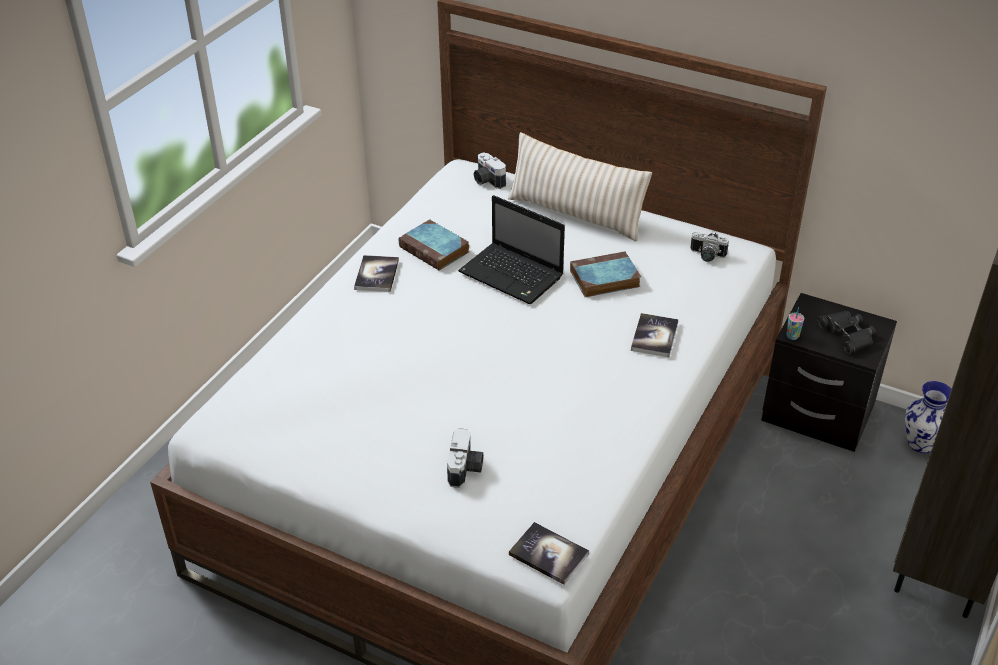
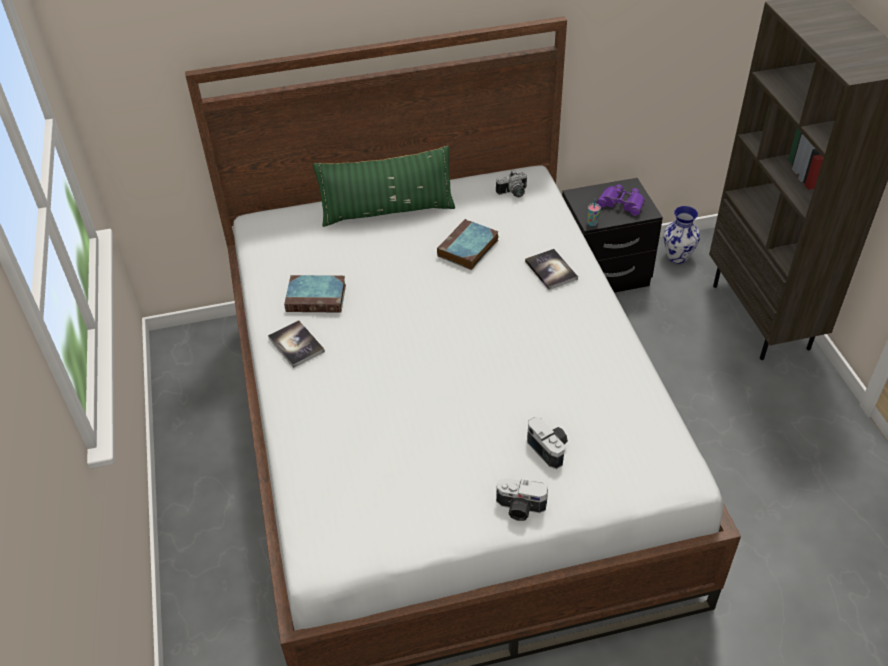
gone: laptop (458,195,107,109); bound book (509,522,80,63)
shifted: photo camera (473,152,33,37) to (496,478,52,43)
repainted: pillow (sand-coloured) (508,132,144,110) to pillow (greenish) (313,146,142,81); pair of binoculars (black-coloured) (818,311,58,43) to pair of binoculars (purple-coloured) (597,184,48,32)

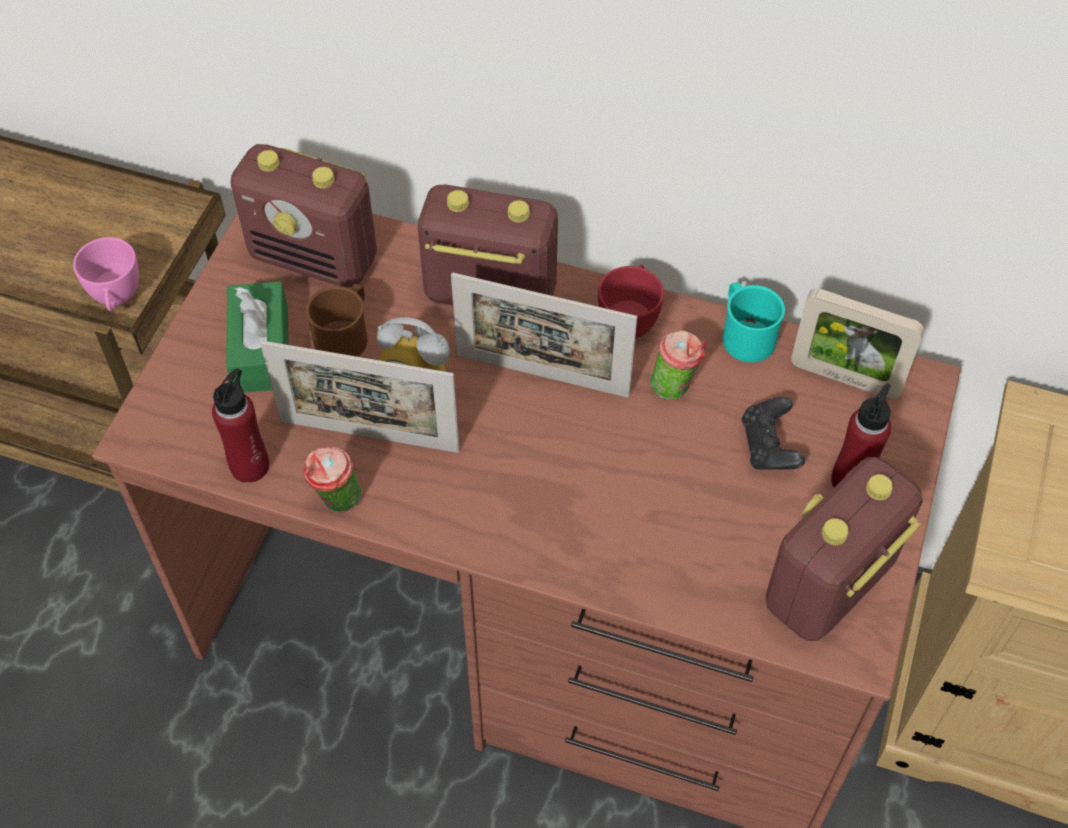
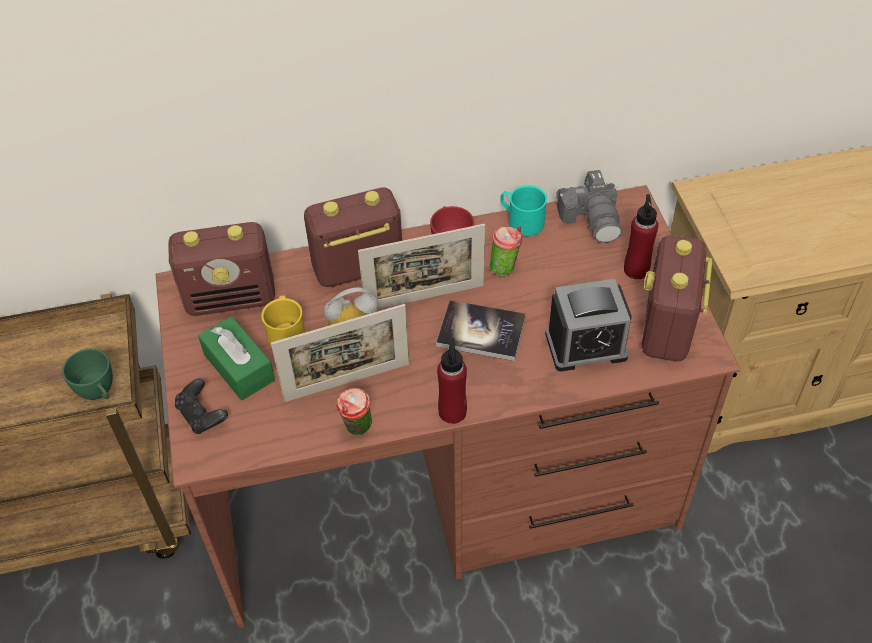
new: alarm clock (545,279,87,92); bound book (436,300,90,61)
shifted: beverage bottle (red-coloured) (212,368,57,115) to (437,338,30,86); joypad (black-coloured) (742,397,63,73) to (175,378,53,56)
swapped: standing frame (791,289,133,110) to photo camera (556,170,66,73)
repainted: small cup (pinkish) (73,237,66,75) to small cup (greenish) (62,349,51,51); tea mug (brown) (306,284,61,73) to tea mug (yellow-coloured) (261,295,44,53)

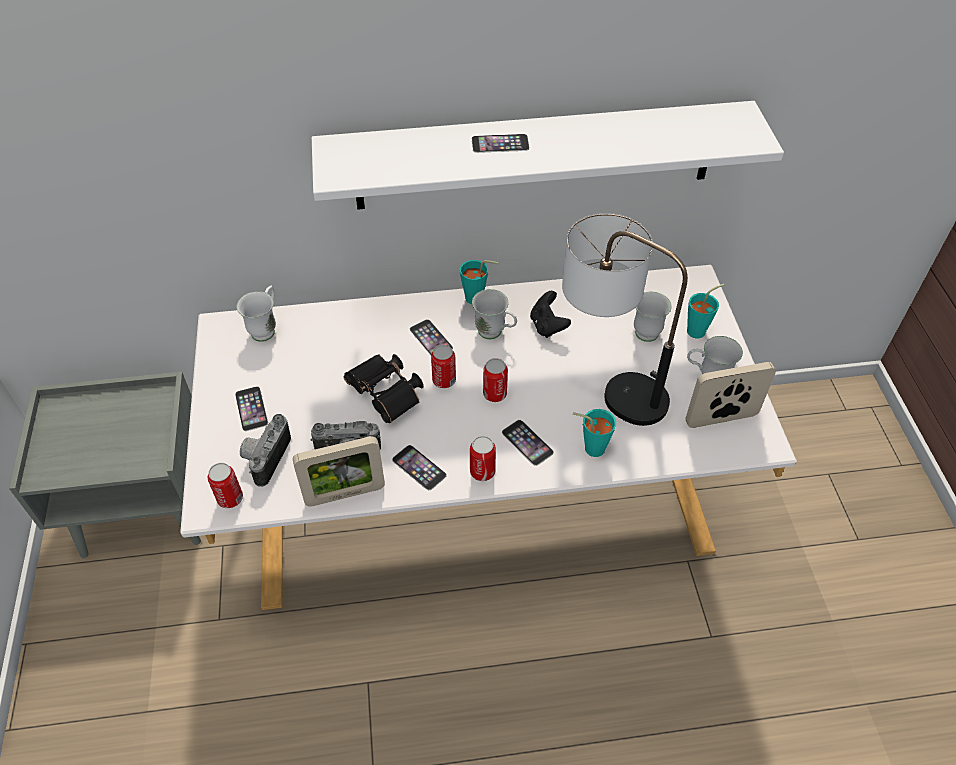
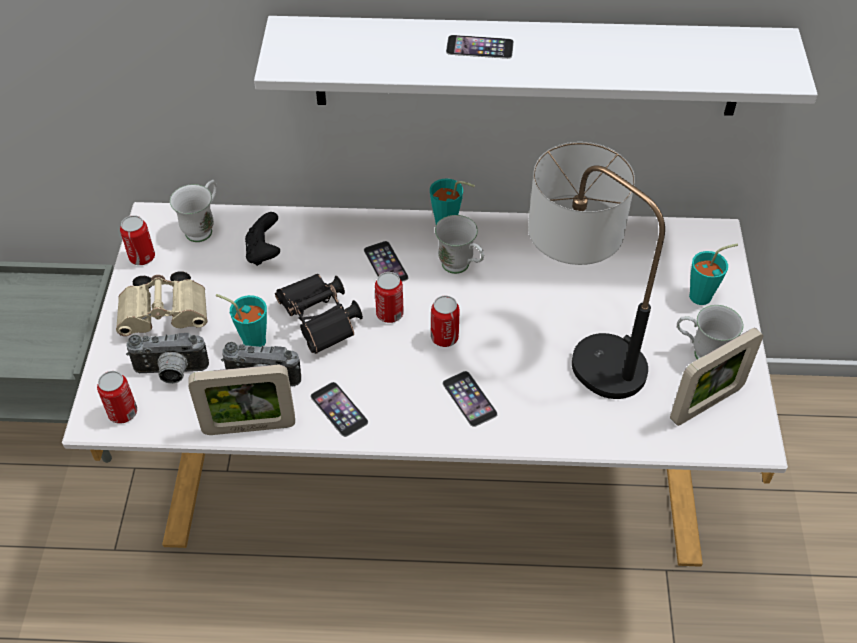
gone: tea mug (white-coloured) (634,292,38,50)
shifted: joypad (black-coloured) (530,291,41,47) to (245,212,35,54); small cup (turquoise-coloured) (573,409,43,48) to (216,294,51,53); metal can (470,436,26,45) to (120,215,35,50)
swapped: telephone (235,386,33,45) to pair of binoculars (sand-coloured) (116,271,92,65)
rotated: standing frame (685,362,91,66) = (670,328,93,98) 150 degrees clockwise; photo camera (240,414,51,73) = (126,333,83,51) 120 degrees counterclockwise

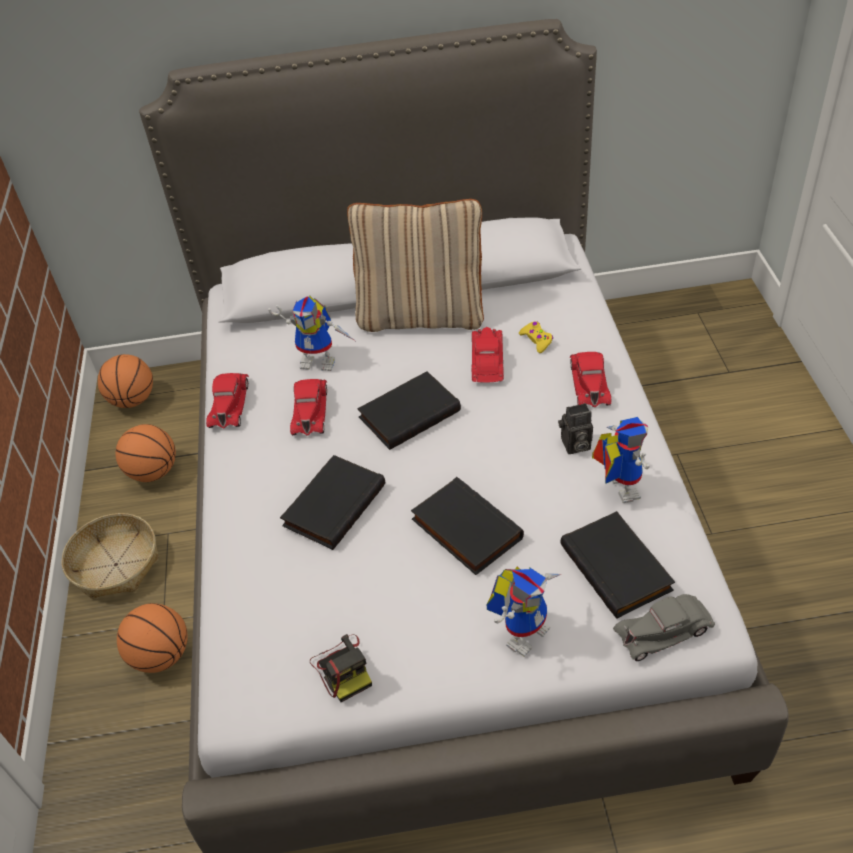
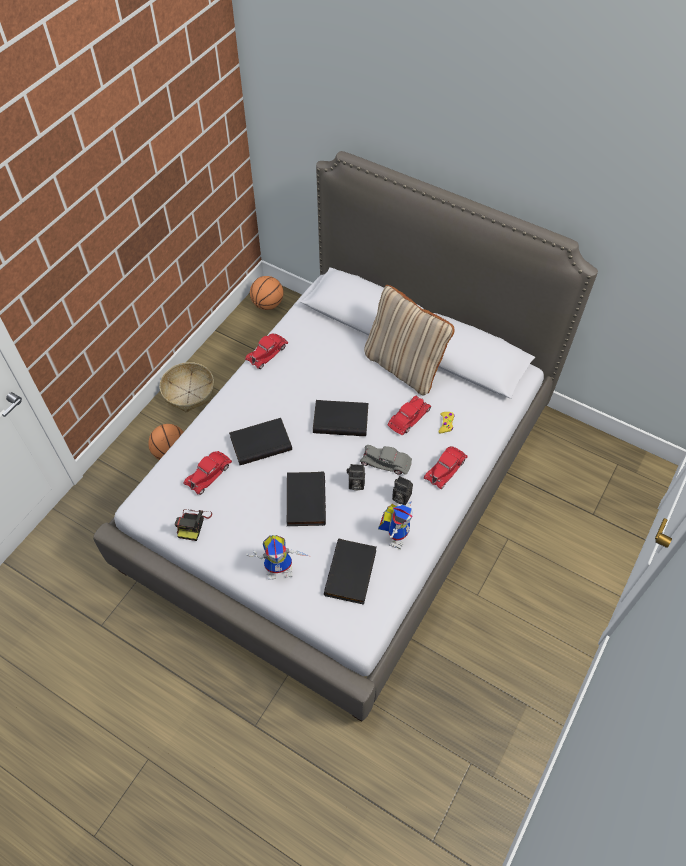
gone: robot figure (268,296,87,75); basketball ball (115,424,61,58)
new: photo camera (347,464,18,27)
shifted: miniature car (red-coloured) (290,379,37,57) to (183,451,49,44); miniature car (greyish) (613,594,102,67) to (360,445,52,30)

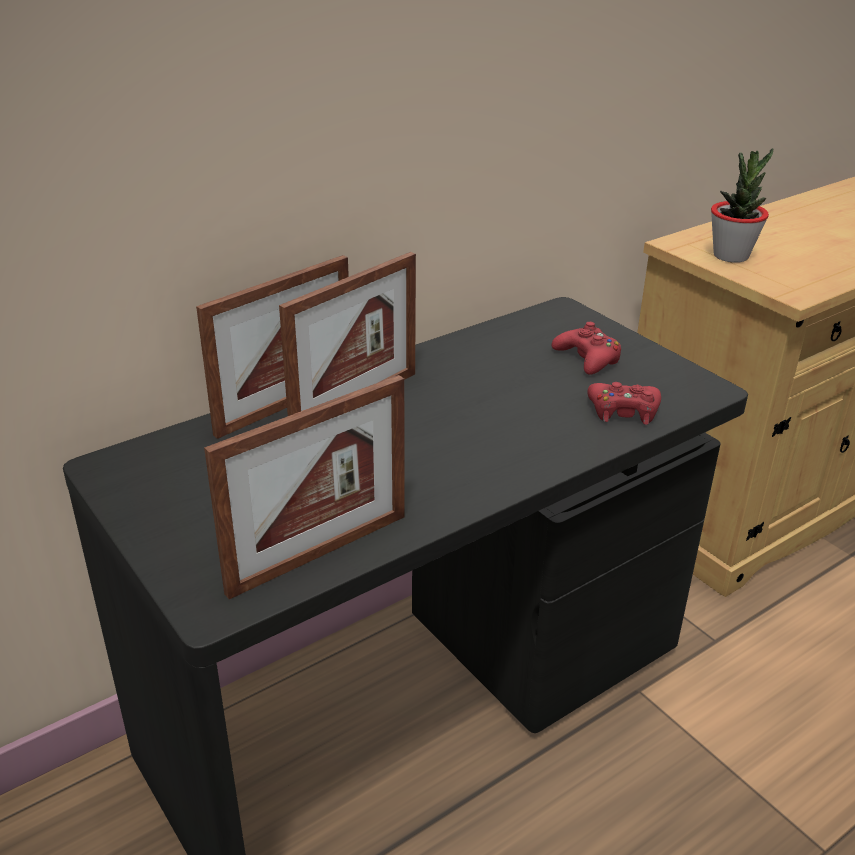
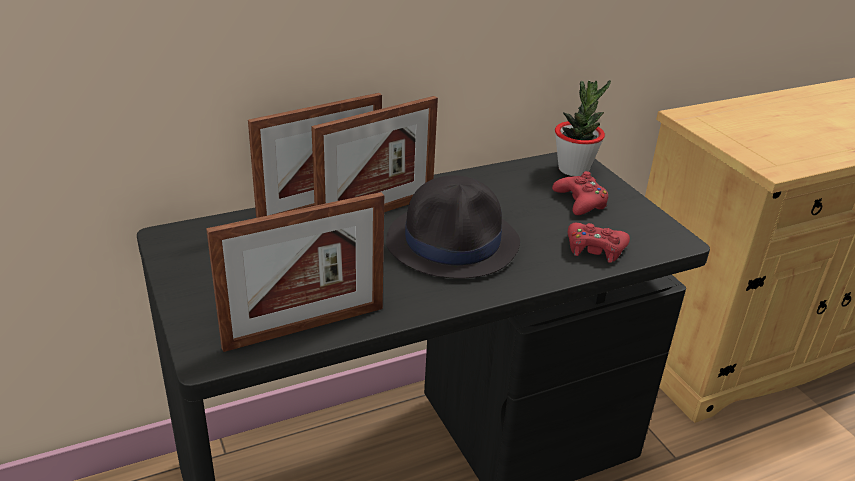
new: wearable hat (black-coloured) (386,175,134,104)
shifted: houseplant (711,148,62,115) to (555,80,56,96)

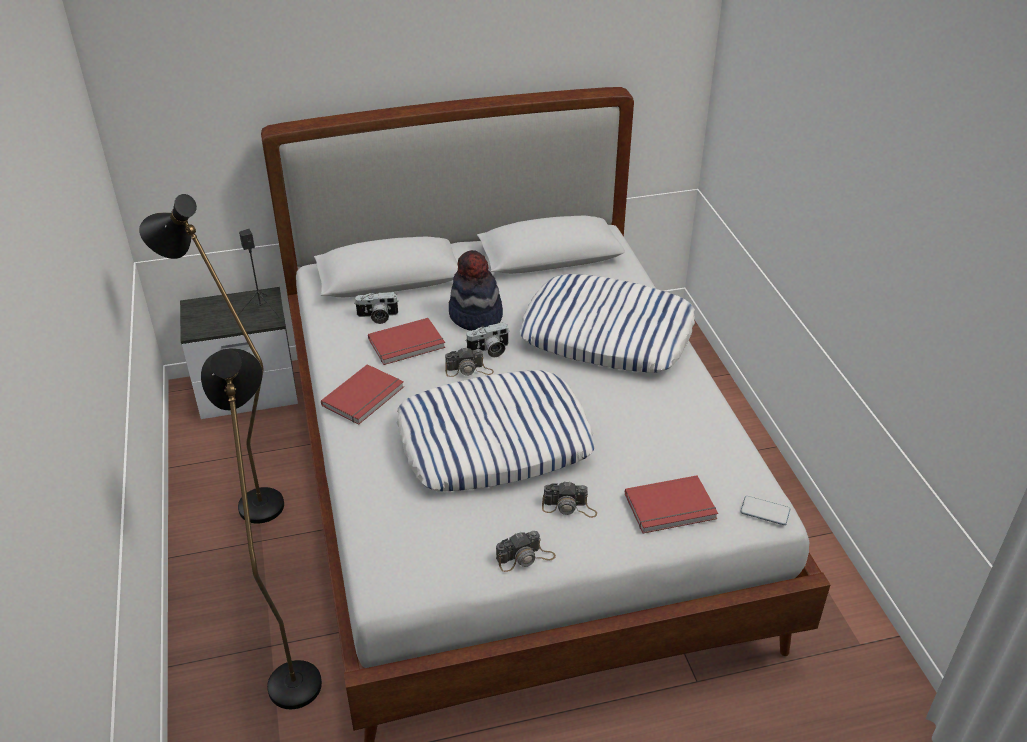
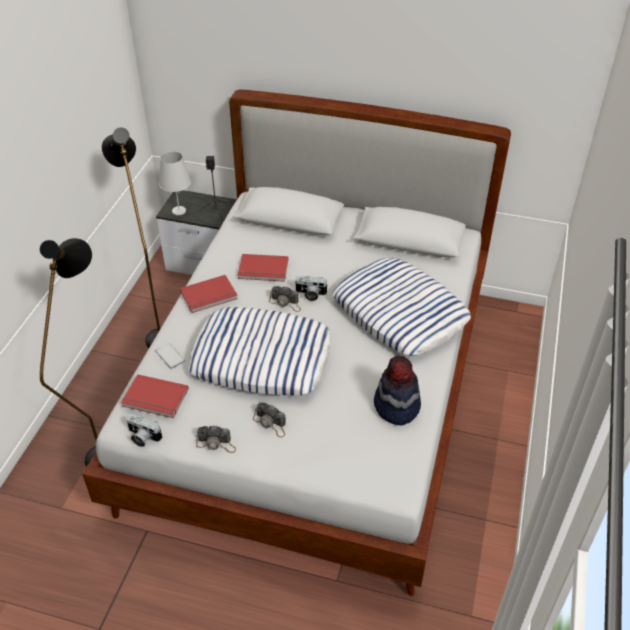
new: lamp for a table (white-coloured) (159,151,32,64)
shifted: wearable hat (449,250,54,81) to (374,356,47,70); photo camera (355,292,44,32) to (126,414,36,33); bound book (red-coloured) (625,475,93,58) to (121,374,68,44); telephone (740,496,50,29) to (156,344,29,25)

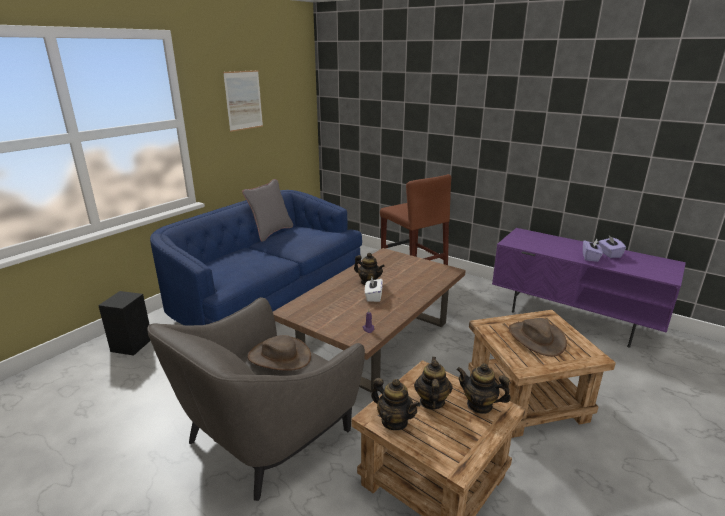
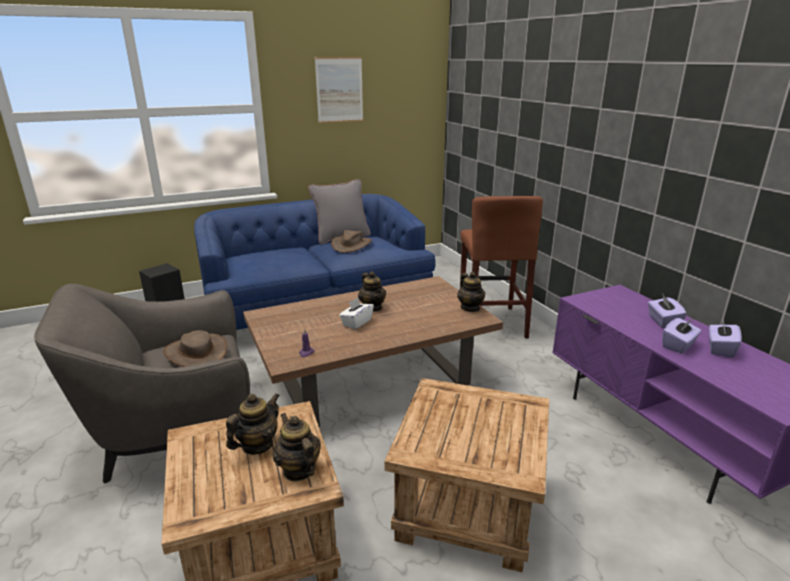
new: tissue box (purple-coloured) (648,294,39,34)
shifted: wearable hat (brown) (509,318,58,39) to (331,230,41,23); tea pot (371,378,50,52) to (457,272,28,40)

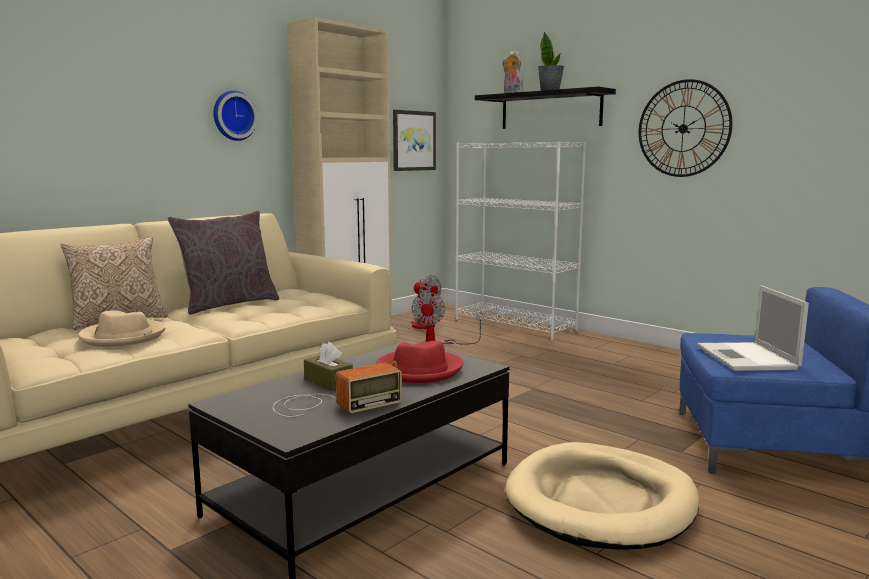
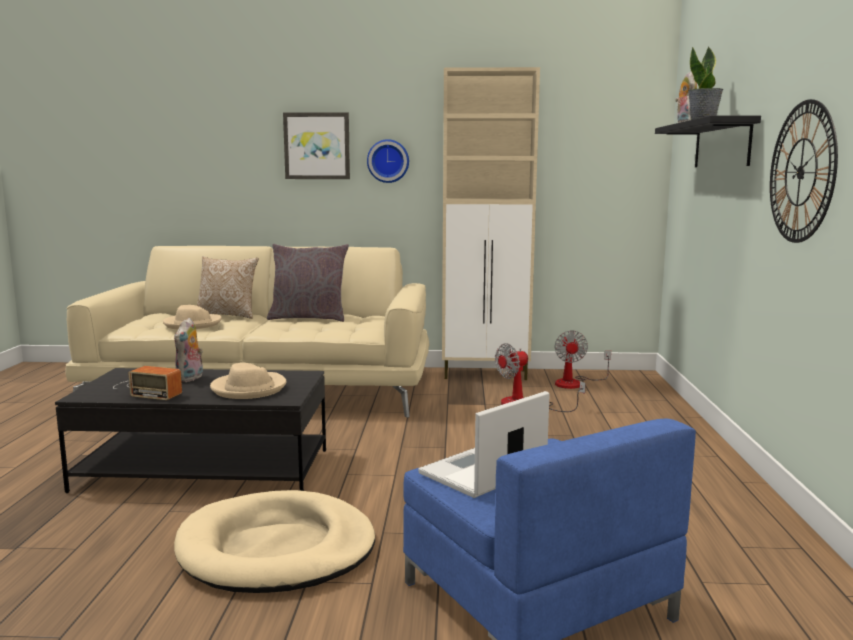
gone: bookshelf (white-coloured) (455,142,131,199)
shifted: wall picture (393,110,43,61) to (283,112,67,67)
swapped: tissue box (brown) (304,342,49,49) to plush toy (174,318,29,64)
repainted: wearable hat (red-coloured) (376,341,88,42) to wearable hat (sand-coloured) (210,363,76,36)

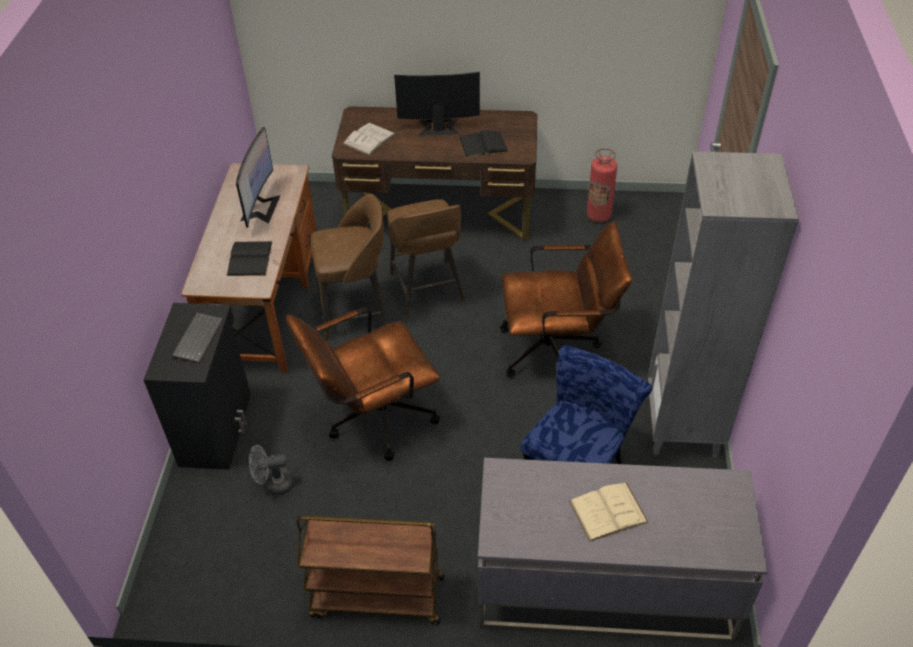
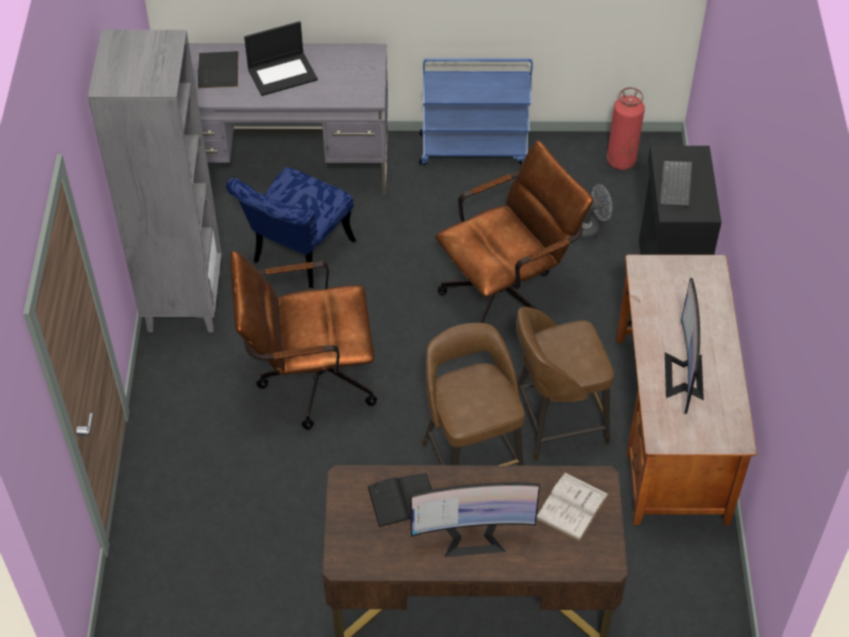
shifted: fire-fighting cylinder (587,148,30,74) to (607,87,38,83); bound book (black-coloured) (227,241,46,35) to (198,51,41,37)
swapped: bound book (sand-coloured) (569,483,80,59) to laptop (244,21,74,75)
repainted: cart (brown) (297,516,147,109) to cart (bluish) (419,58,114,107)

